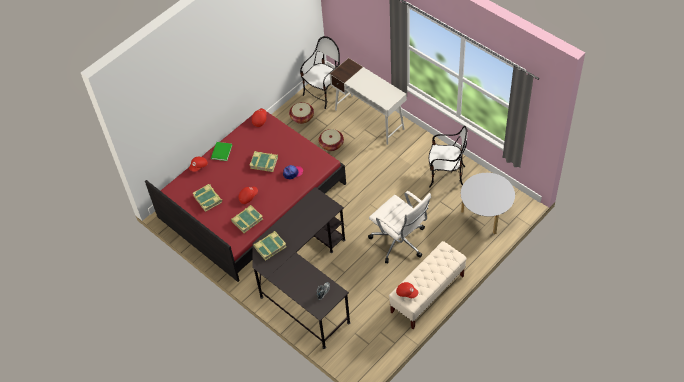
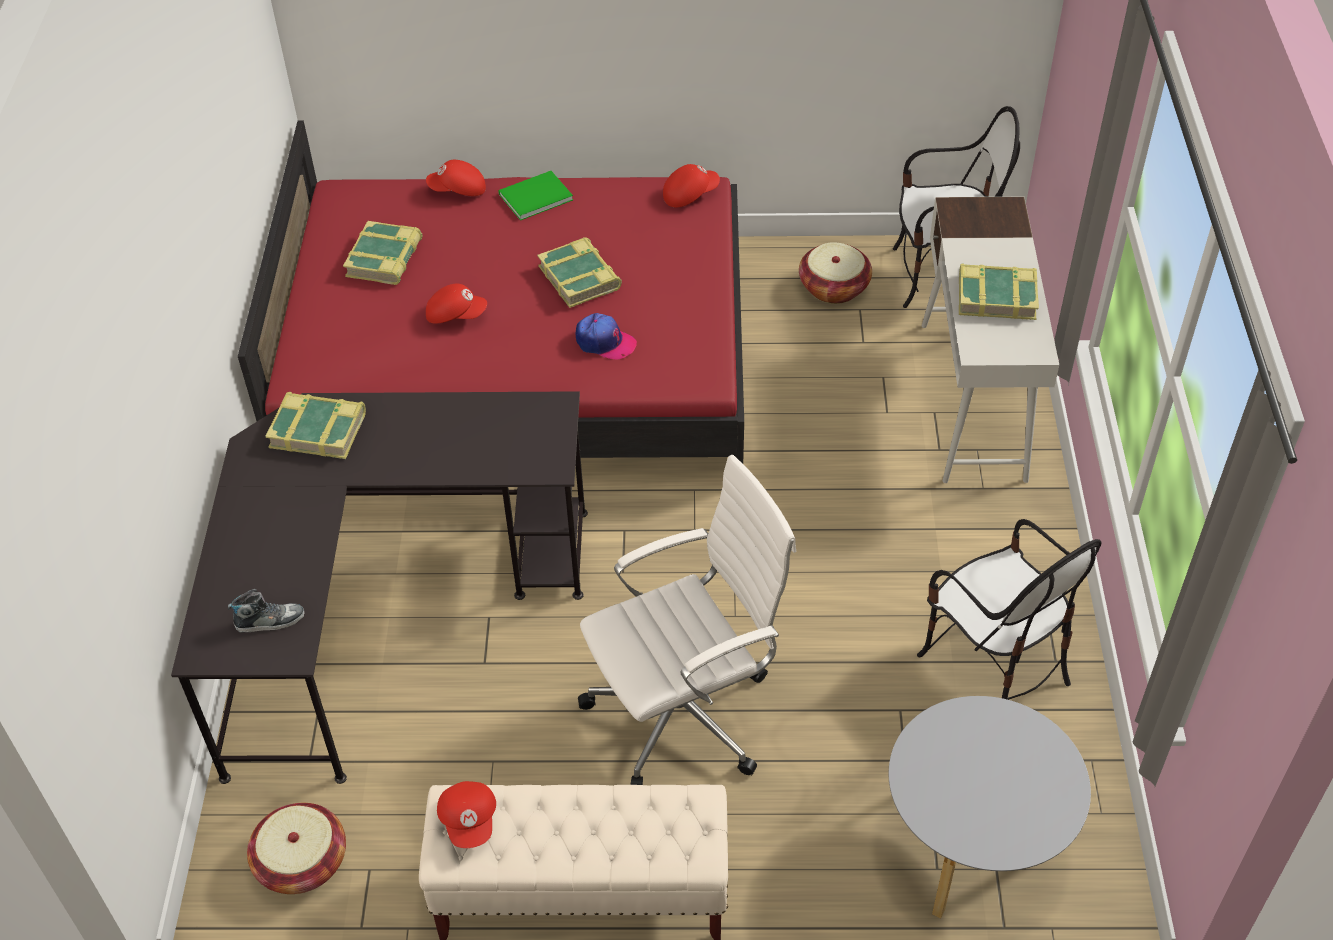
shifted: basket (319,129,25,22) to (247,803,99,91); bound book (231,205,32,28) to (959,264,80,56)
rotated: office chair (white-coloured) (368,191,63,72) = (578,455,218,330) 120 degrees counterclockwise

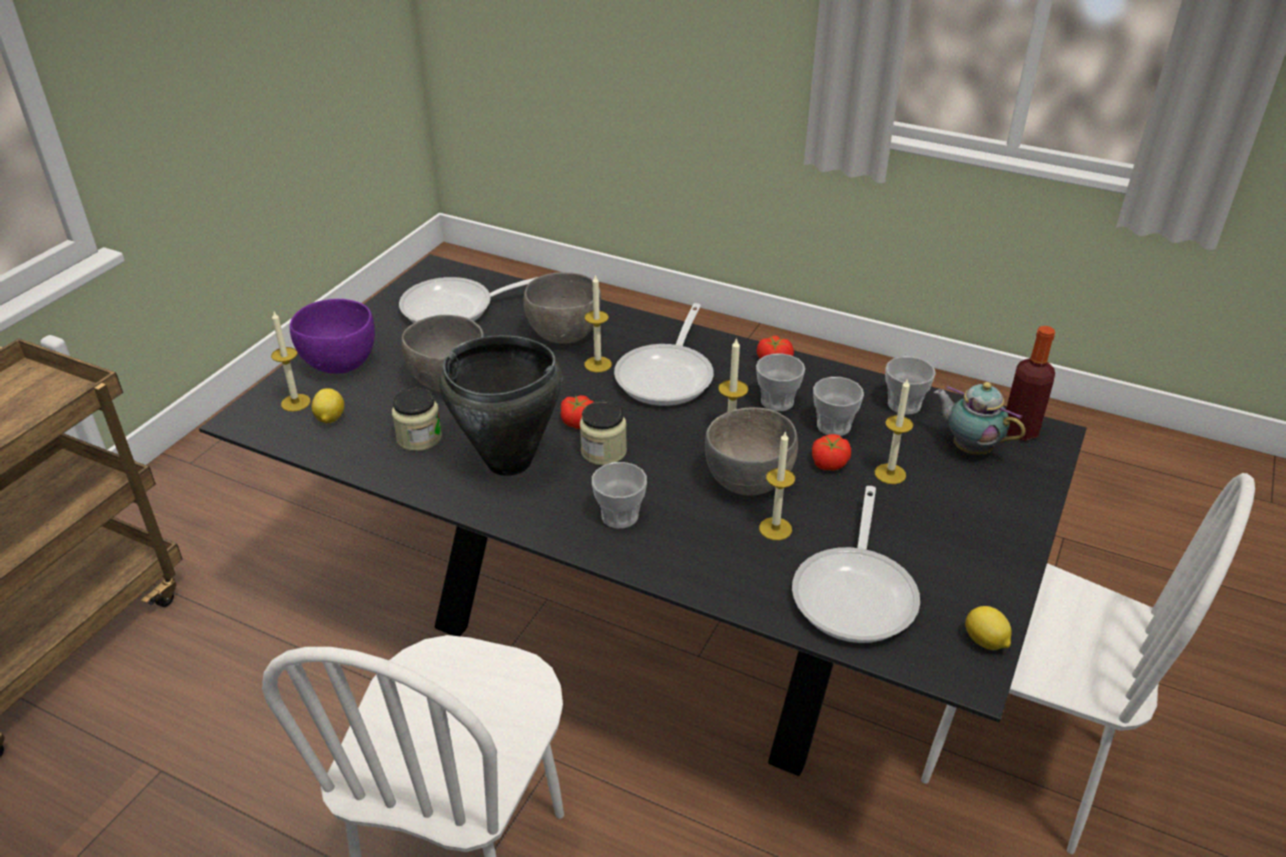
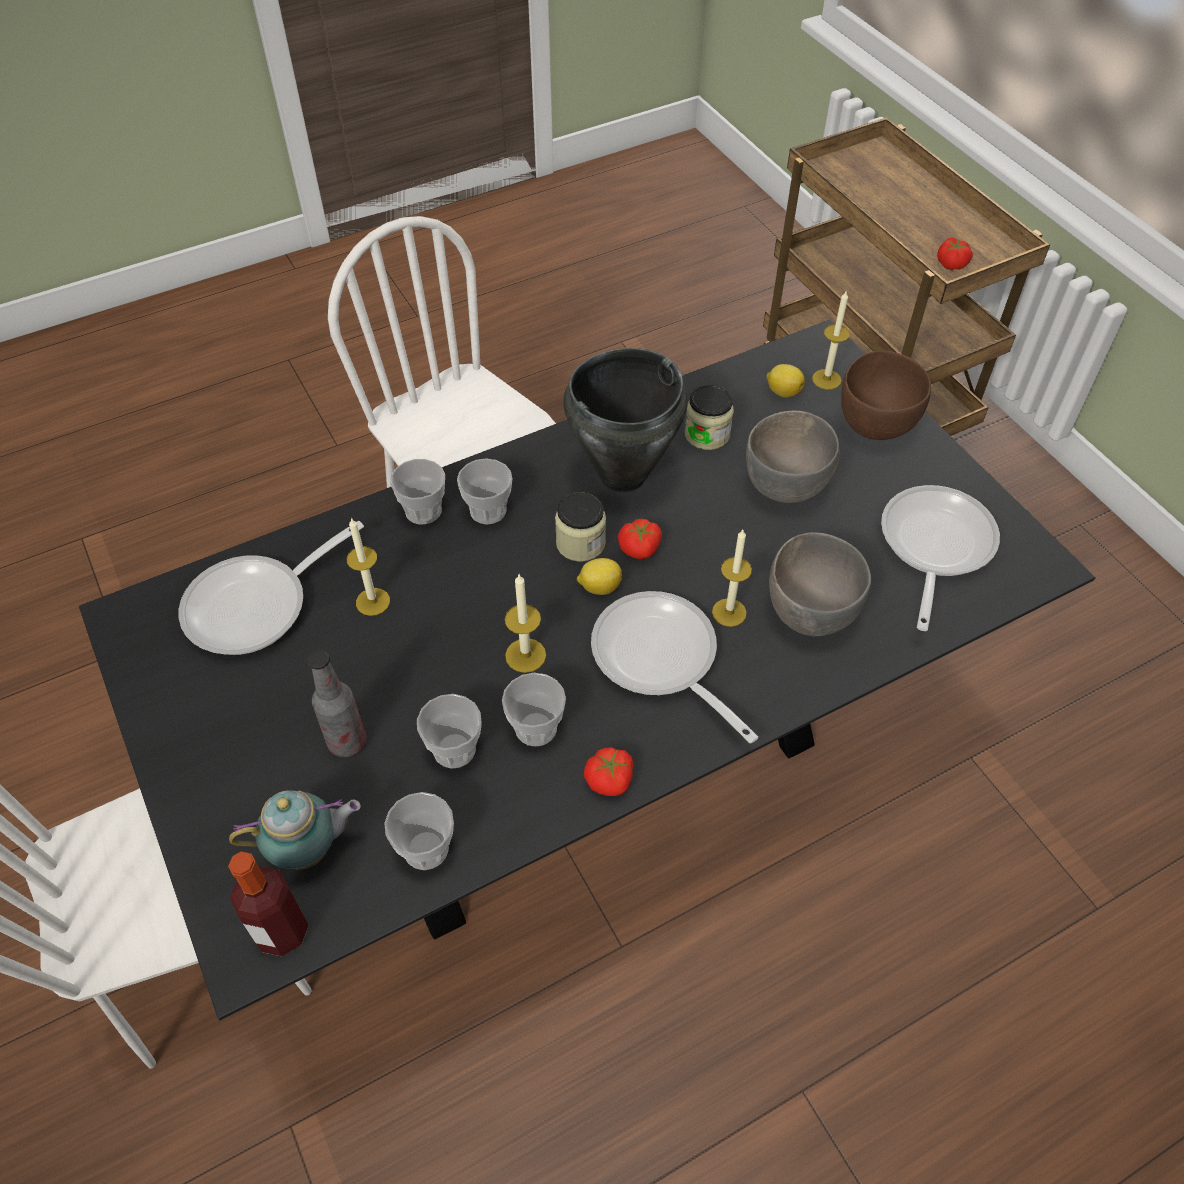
gone: bowl (greyish) (705,407,93,89)
new: small cup (390,459,55,65)
shifted: fresh tomato (812,434,39,36) to (937,237,36,33); whole lemon (965,606,47,44) to (577,558,45,37)
swapped: wax candle (875,378,38,106) to beverage bottle (308,650,58,107)
repainted: bowl (purple-coloured) (290,299,85,74) to bowl (brown) (841,351,90,89)
rotated: frying pan (792,486,128,157) = (179,521,185,134) 90 degrees counterclockwise

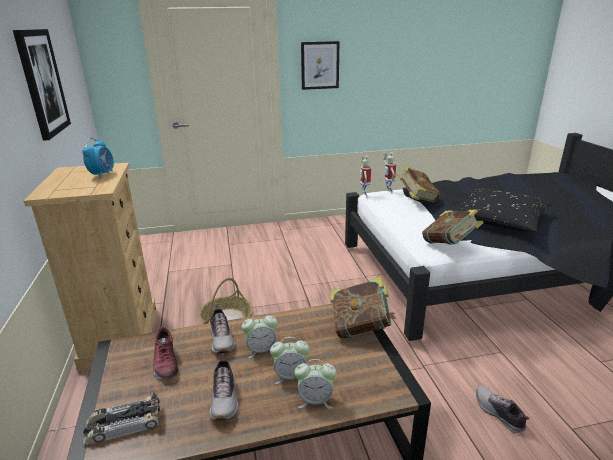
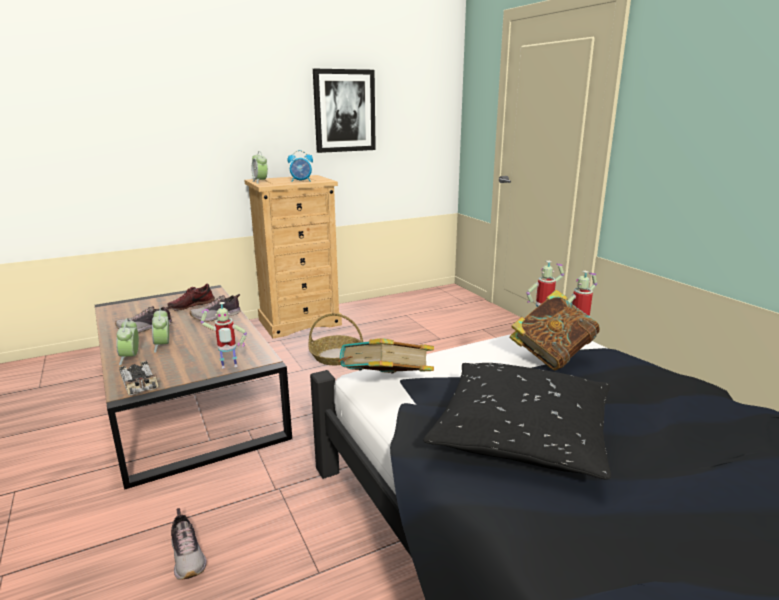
gone: wall picture (301,41,38,49)
shifted: alarm clock (241,313,36,46) to (252,151,16,33); miniature car (83,391,77,53) to (119,361,39,34)
swapped: bound book (330,277,66,62) to robot figure (200,302,47,67)
rotated: low shoe (476,386,53,47) = (171,508,36,72) 105 degrees clockwise

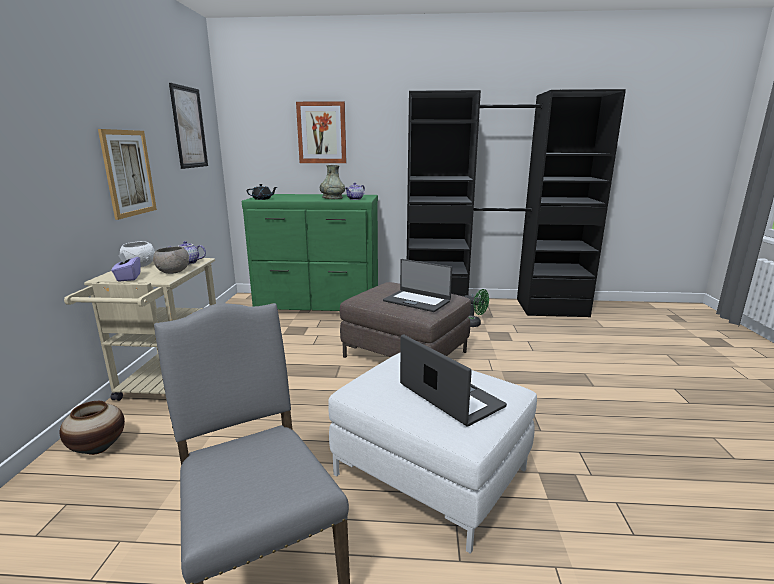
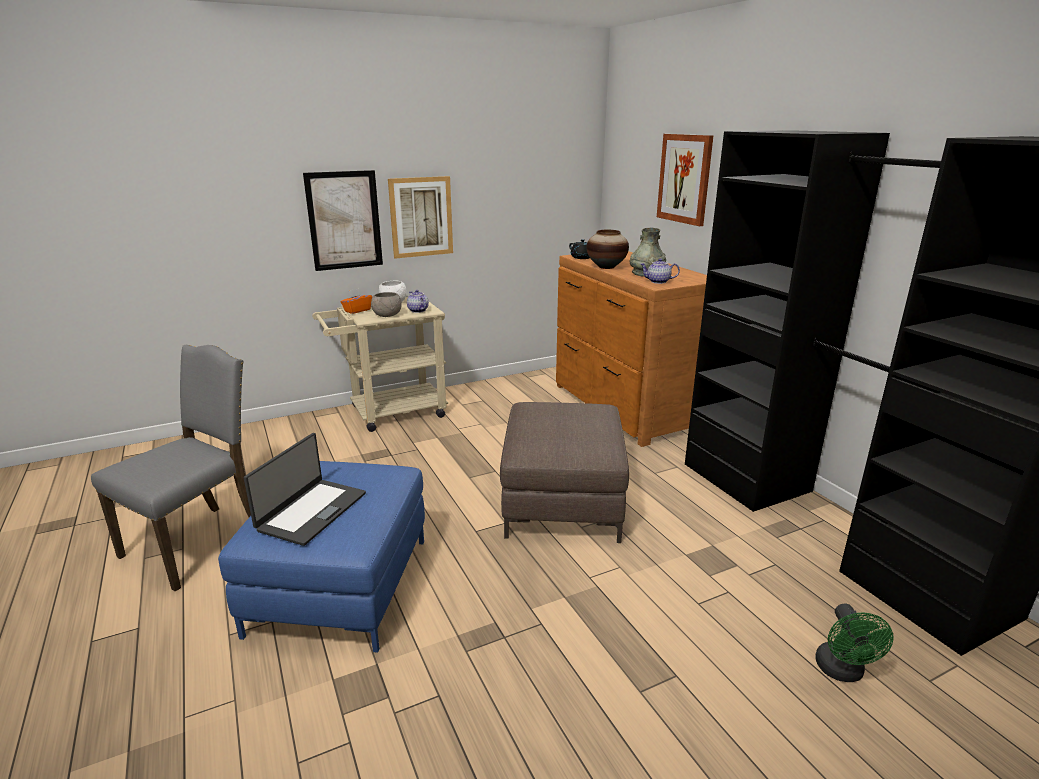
gone: laptop (383,259,69,53)
shifted: wall picture (169,83,39,86) to (303,170,80,101); electric fan (greenish) (464,289,25,38) to (815,604,79,78); vase (60,401,65,54) to (587,230,42,39)
repainted: chest of drawers (greenish) (242,194,136,117) to chest of drawers (brown) (556,251,151,196); tissue box (purple-coloured) (112,252,29,30) to tissue box (orange) (341,288,31,26); ottoman (white-coloured) (328,353,209,201) to ottoman (bluish) (218,461,207,192)

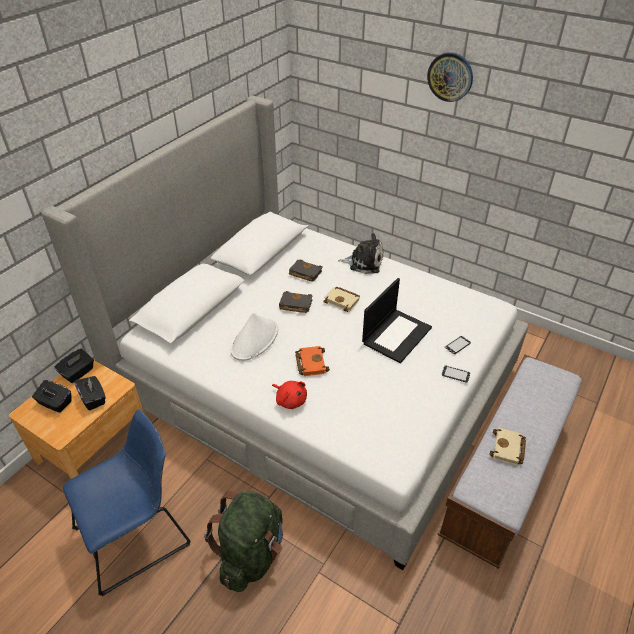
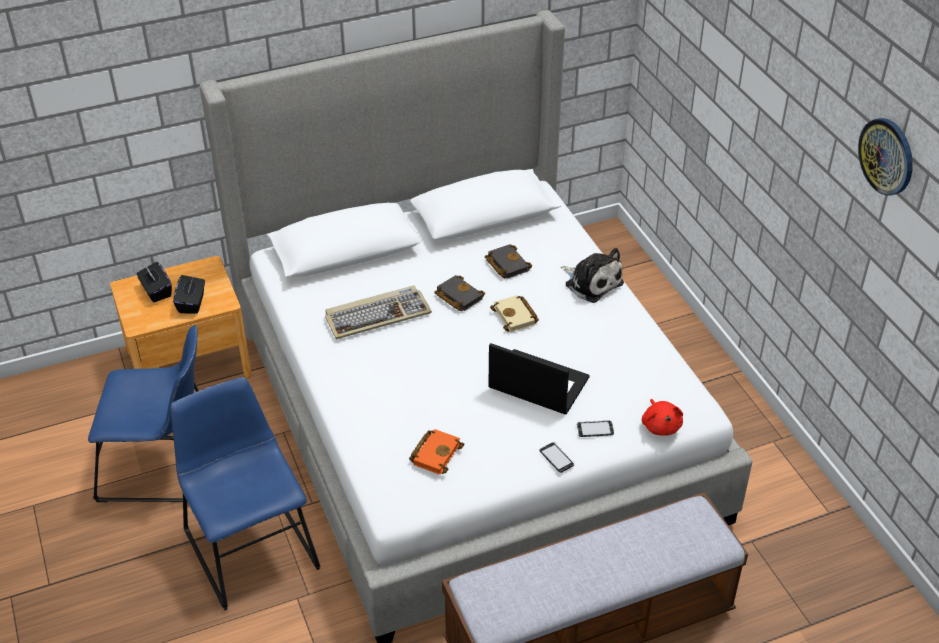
gone: tissue box (black-coloured) (55,349,39,34); bound book (sand-coloured) (490,428,36,37)
shifted: clock on the wall (427,52,46,50) to (858,118,55,78); bound book (orange) (295,346,35,30) to (409,429,56,46); plush toy (red-coloured) (272,381,35,28) to (642,399,41,37)
swapped: wearable hat (white-coloured) (230,313,48,48) to PC keyboard (325,286,107,54); backpack (greenish) (204,491,79,101) to upright chair (bluish) (171,377,150,233)
rotated: laptop (362,278,70,85) = (488,343,102,71) 135 degrees counterclockwise

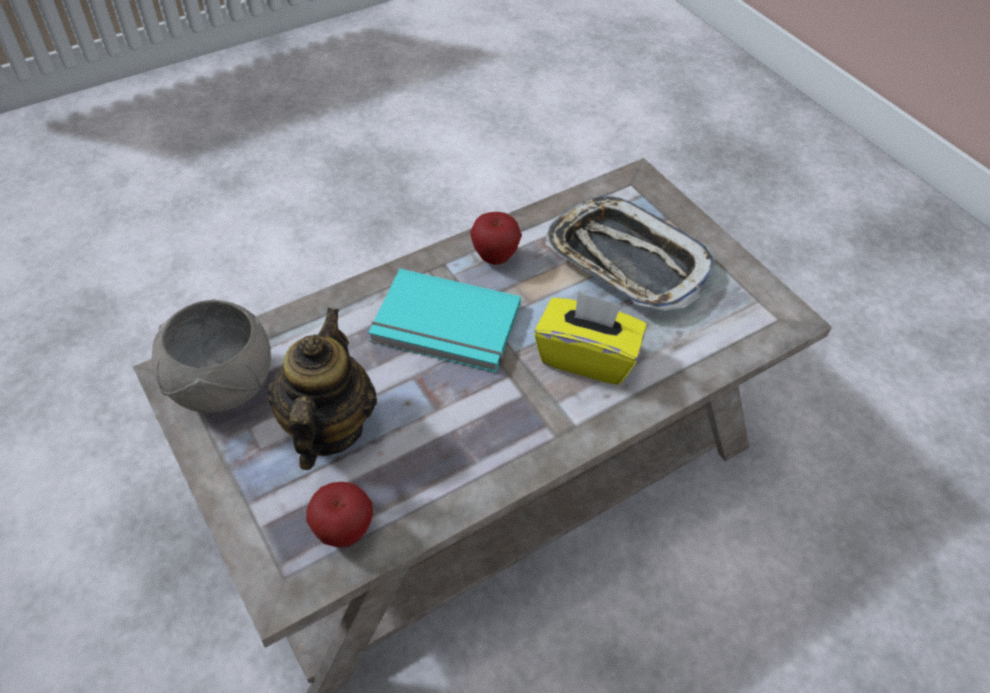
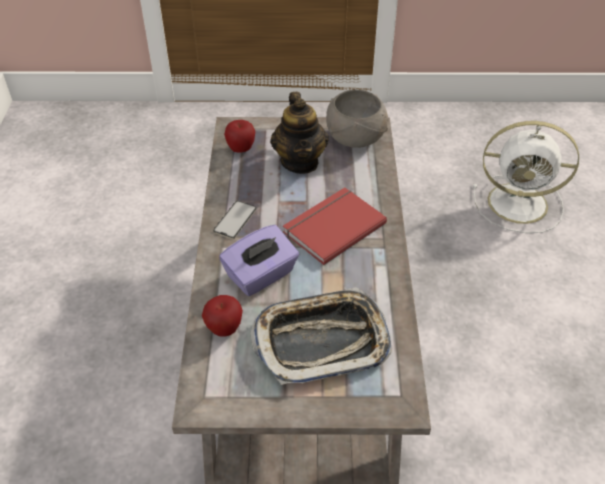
new: electric fan (white-coloured) (473,121,106,112); telephone (213,201,44,38)
shifted: apple fruit (470,212,52,53) to (202,295,41,42)
repainted: bound book (turquoise-coloured) (368,269,153,104) to bound book (red-coloured) (283,188,104,77); tissue box (yellow-coloured) (534,291,113,94) to tissue box (purple-coloured) (219,225,80,71)
rotated: tea pot (268,308,109,162) = (270,92,59,82) 45 degrees clockwise

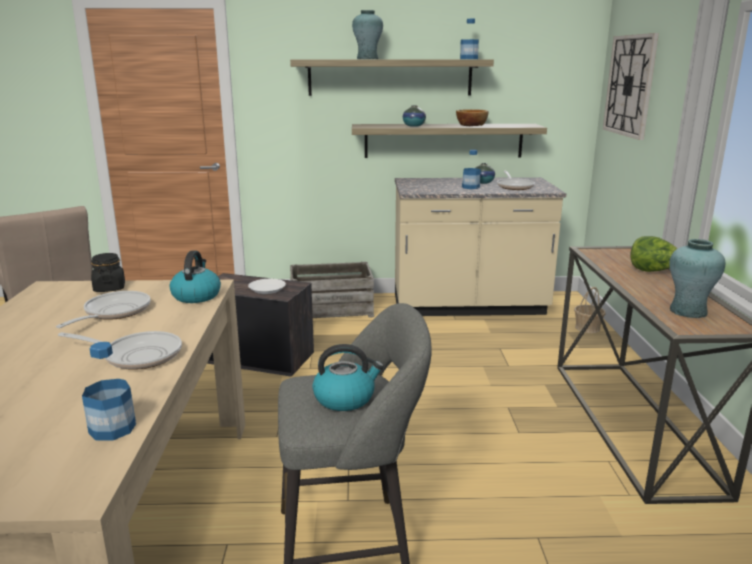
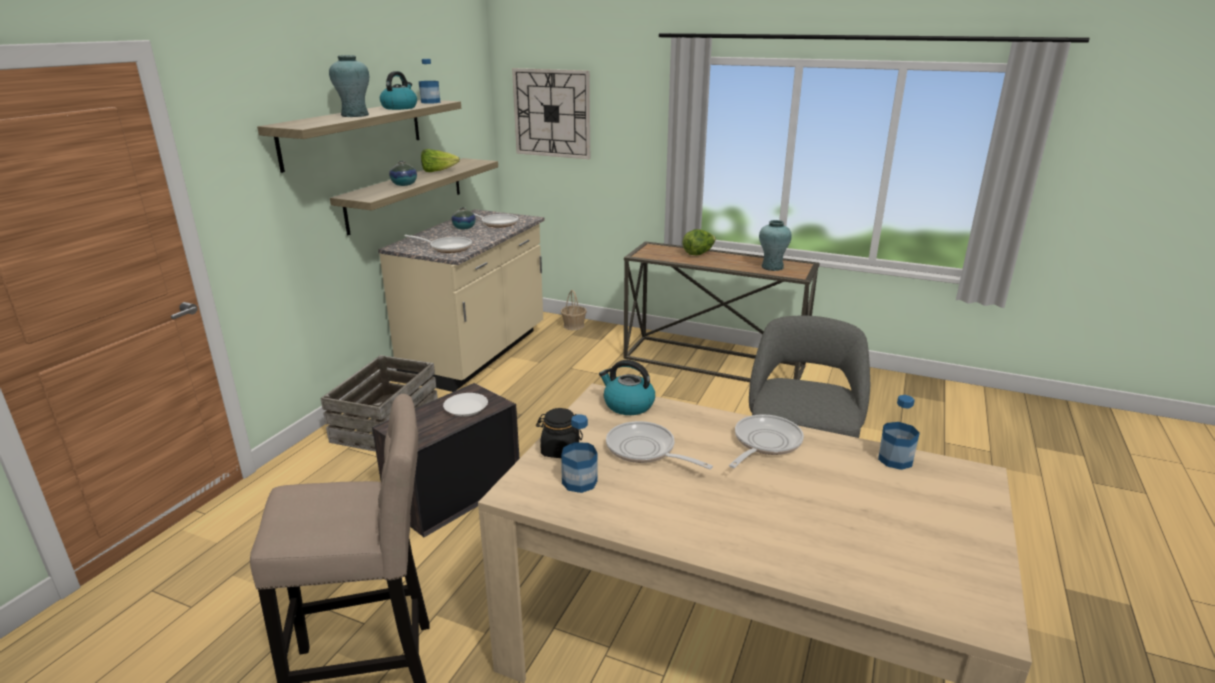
new: frying pan (405,235,67,18)
shifted: beverage bottle (462,150,19,39) to (561,414,37,79); tea kettle (312,344,72,67) to (380,71,37,39)
swapped: bowl (456,109,33,17) to lettuce (421,149,39,23)

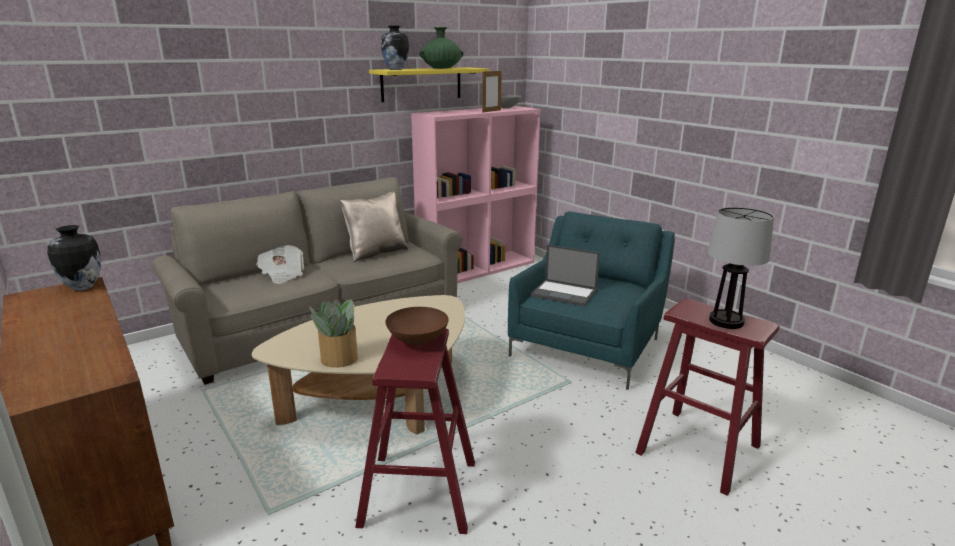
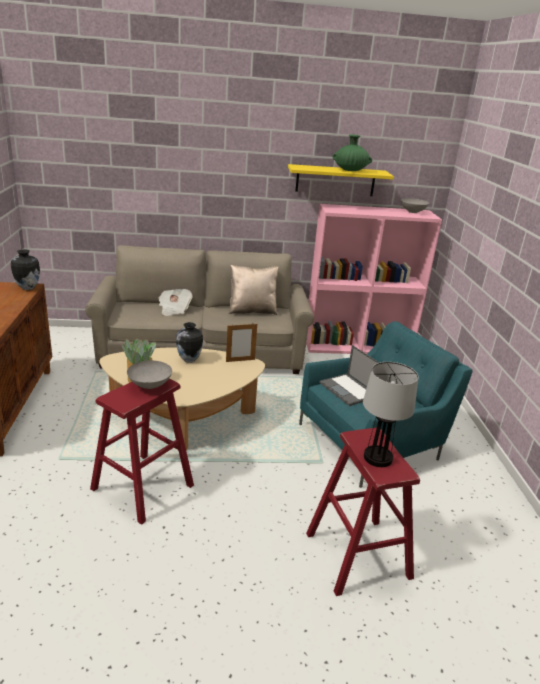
shifted: vase (381,26,28,44) to (176,322,27,41); standing frame (482,69,20,44) to (226,324,31,38)
repainted: bowl (brown) (385,307,64,38) to bowl (greyish) (127,360,45,29)

